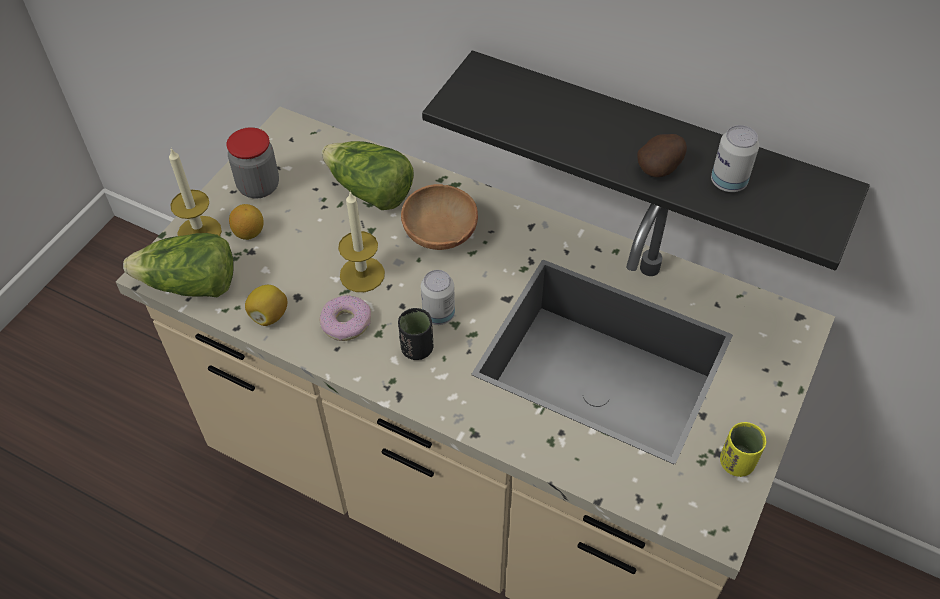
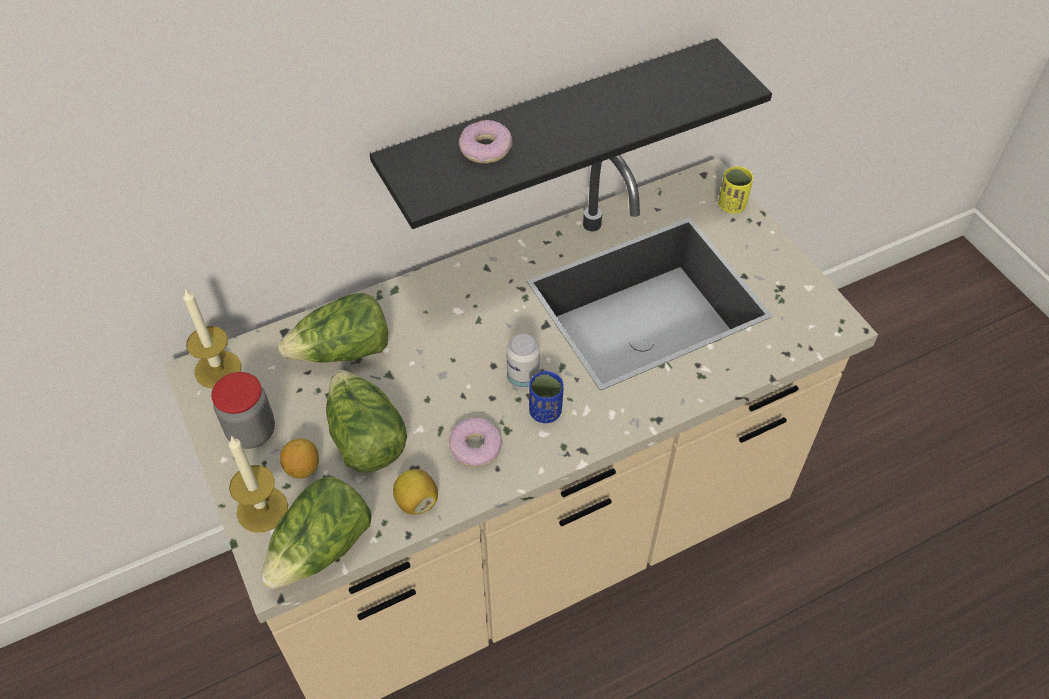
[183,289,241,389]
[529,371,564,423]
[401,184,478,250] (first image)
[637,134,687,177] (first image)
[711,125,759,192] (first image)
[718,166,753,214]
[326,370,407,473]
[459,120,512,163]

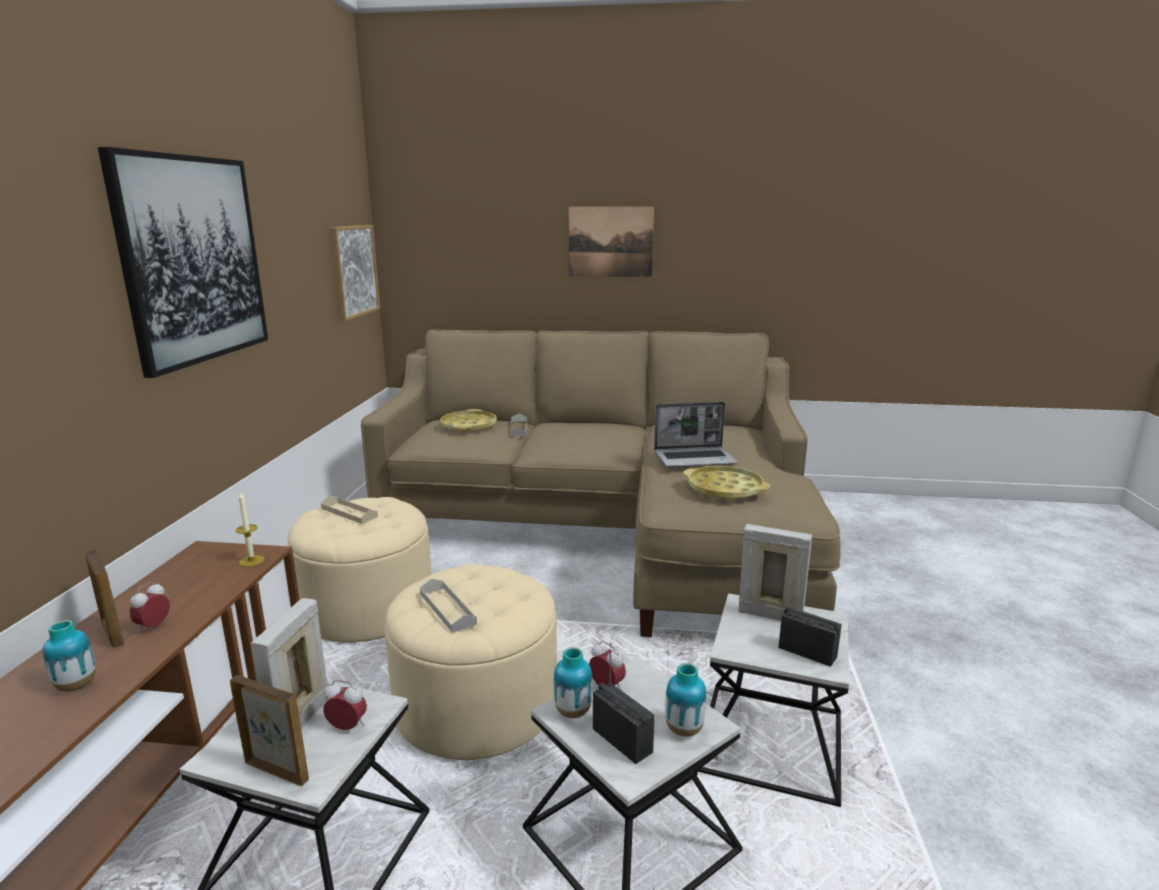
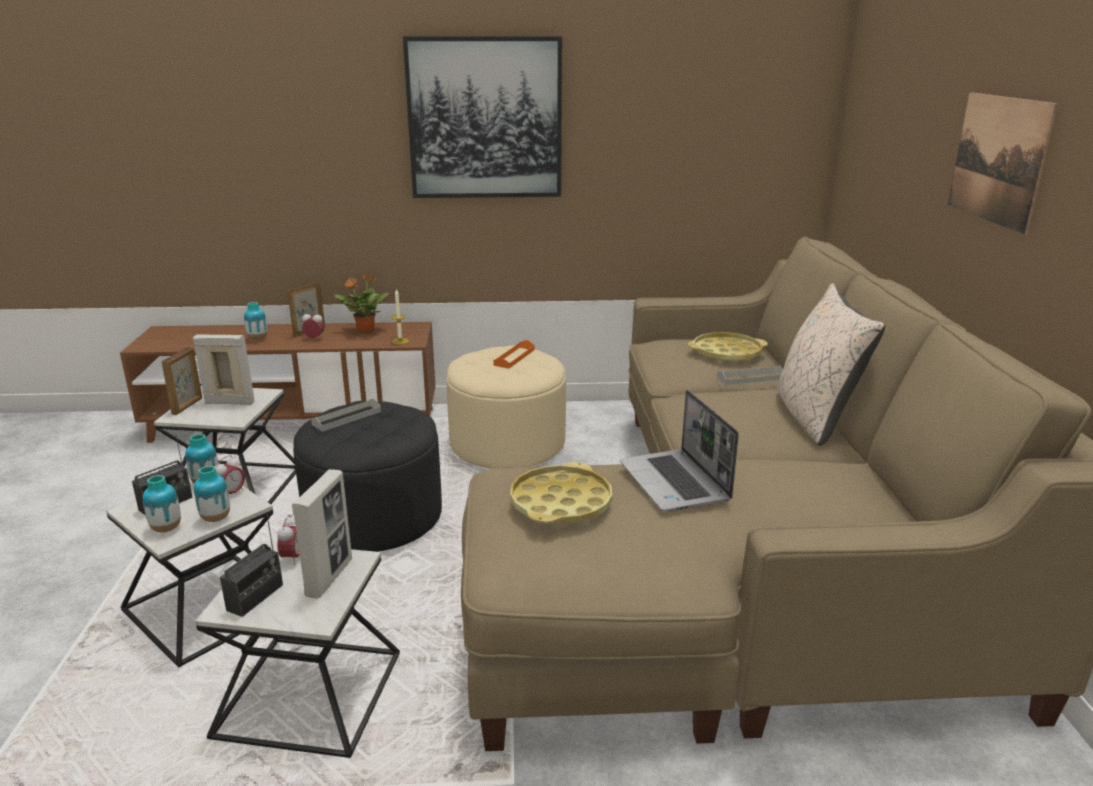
[493,340,535,368]
[277,515,300,565]
[330,225,380,321] (first image)
[293,401,442,552]
[194,466,230,522]
[334,273,389,333]
[777,284,885,446]

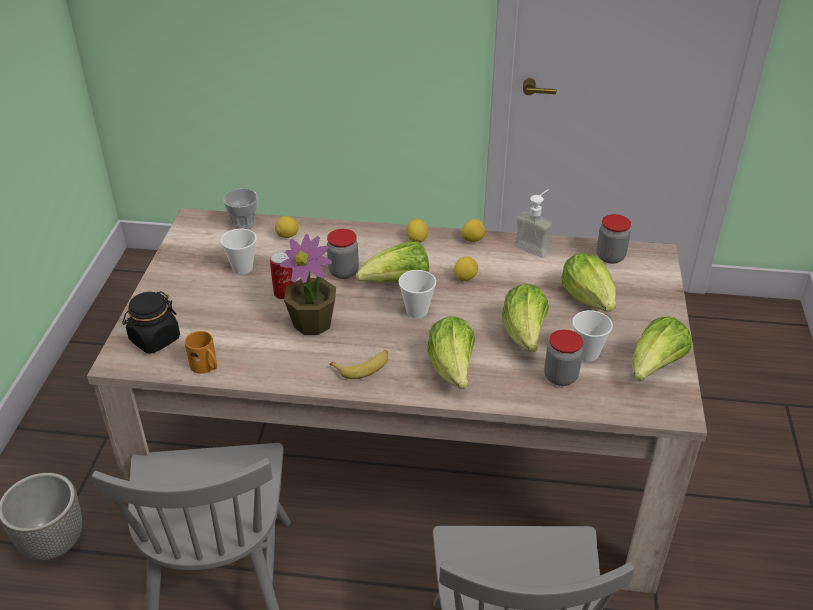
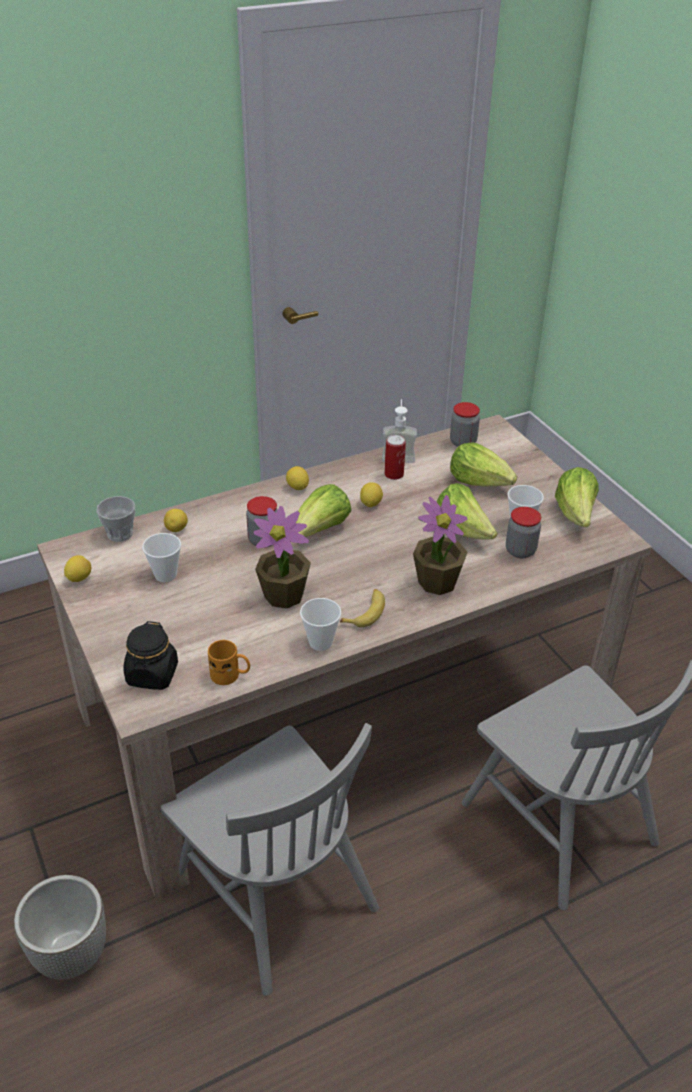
[385,435,406,480]
[300,598,341,651]
[413,495,468,595]
[64,555,91,582]

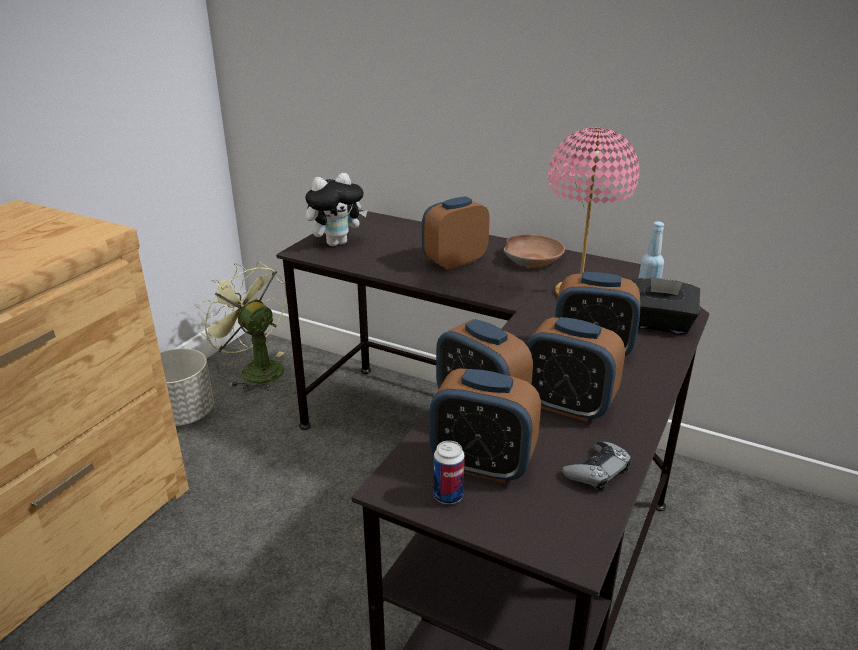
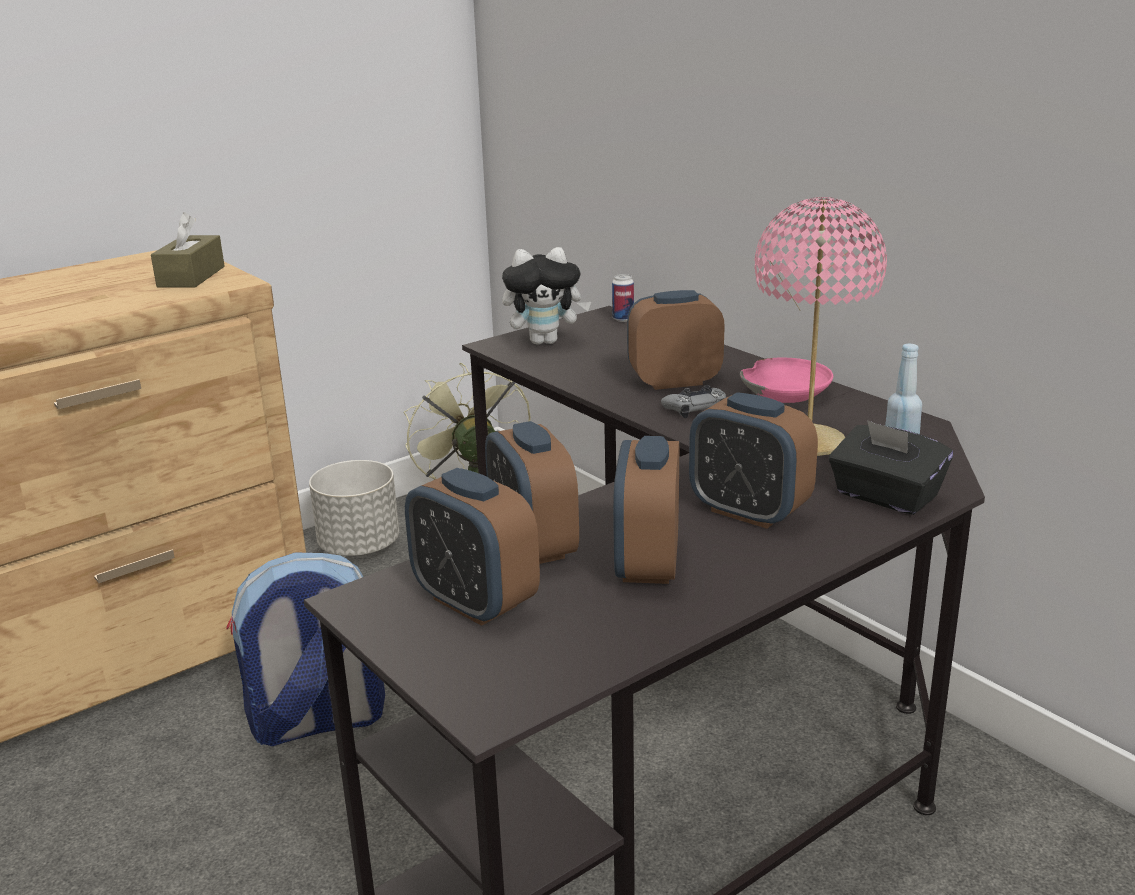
[612,274,634,322]
[740,358,833,403]
[613,436,679,584]
[661,385,726,418]
[151,212,225,288]
[226,552,385,746]

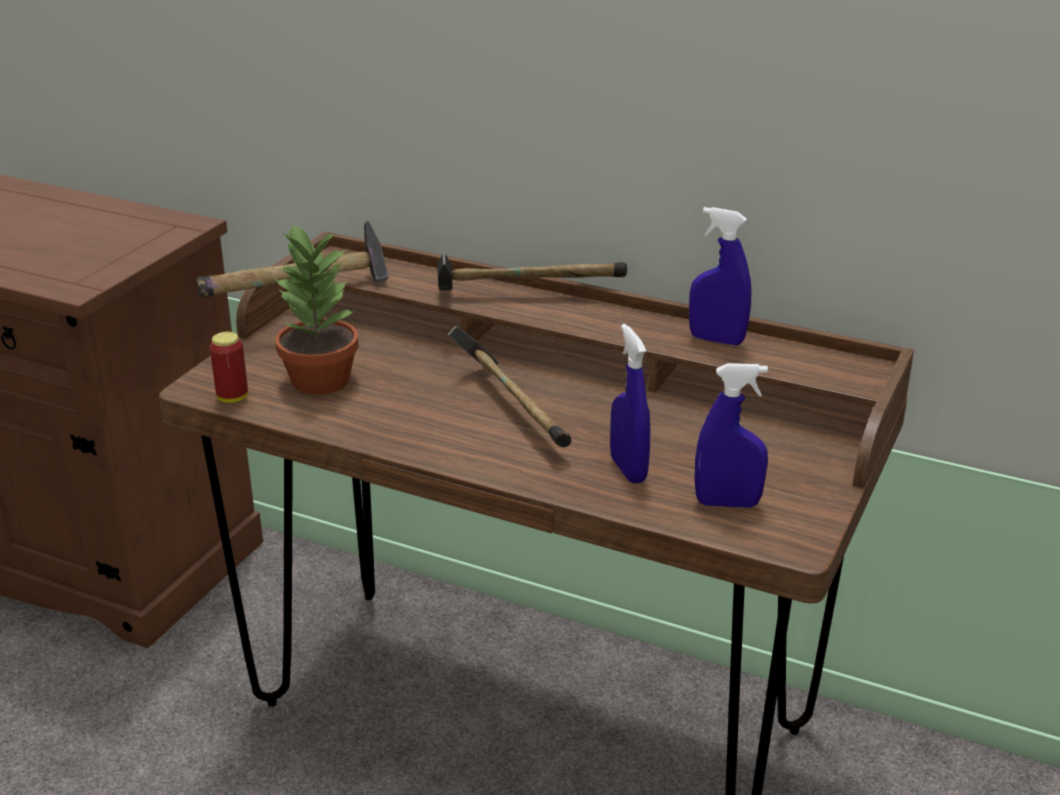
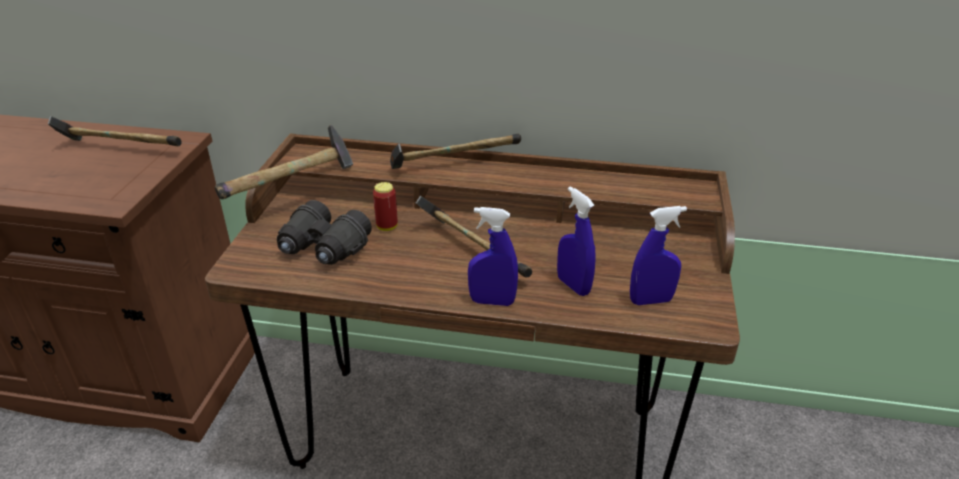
[373,182,398,231]
[277,200,372,265]
[468,207,518,306]
[48,116,182,146]

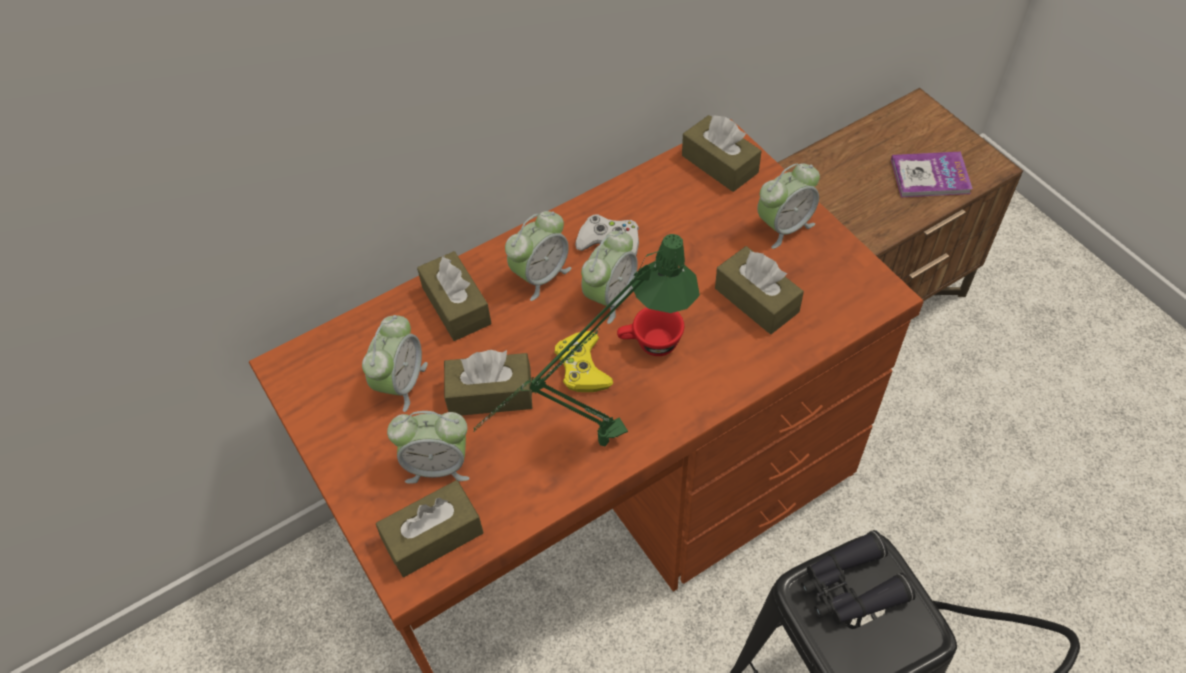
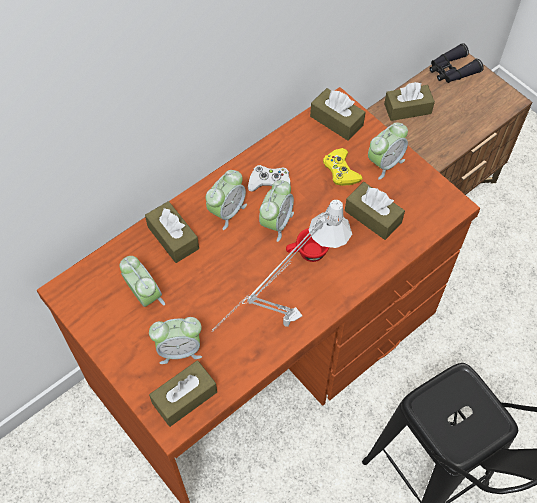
[119,256,165,307]
[384,82,435,121]
[212,200,352,332]
[323,148,363,186]
[430,43,484,83]
[891,152,973,197] (first image)

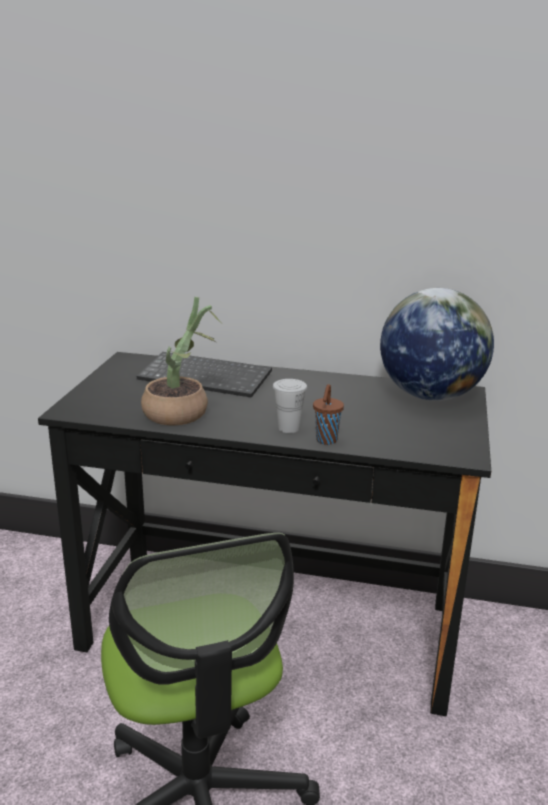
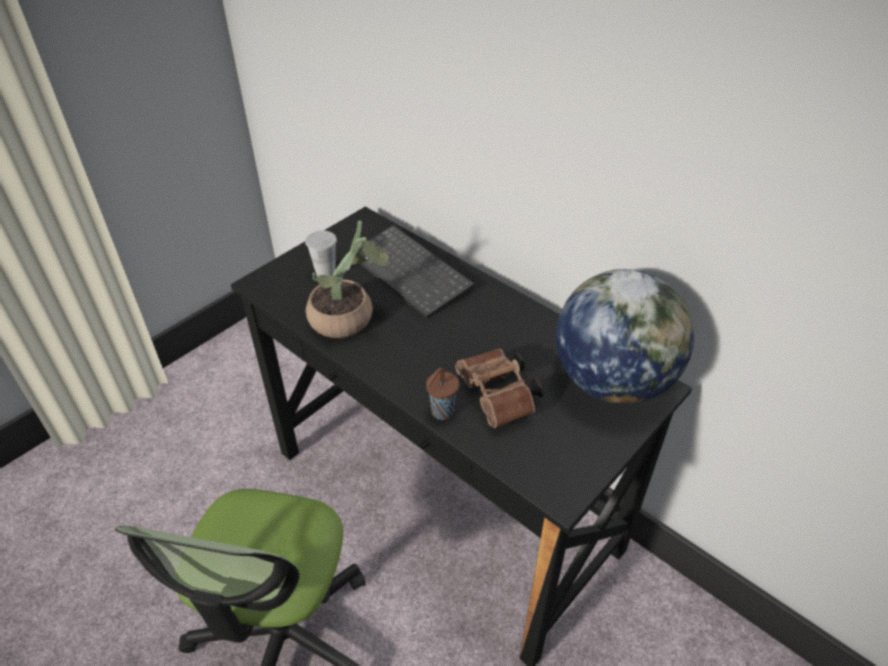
[305,230,337,276]
[455,349,543,428]

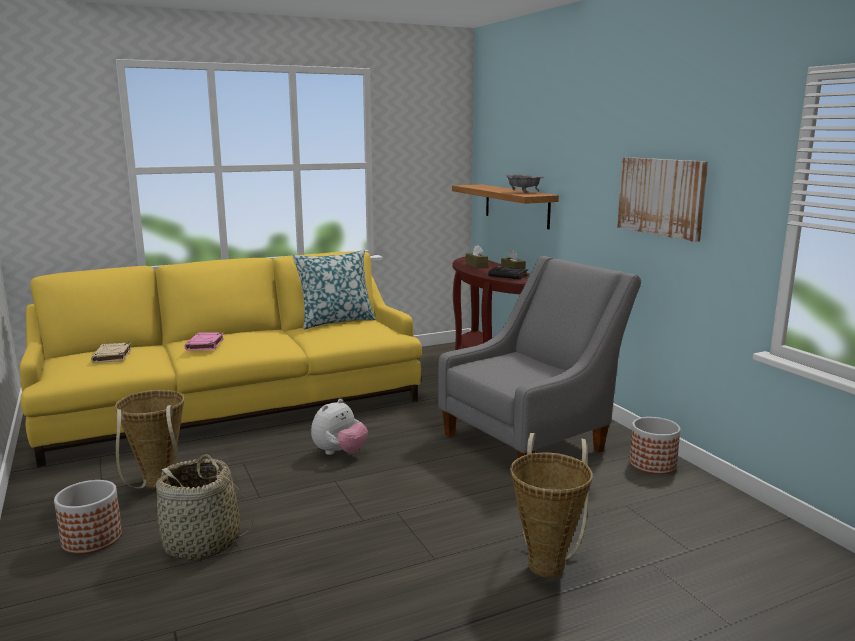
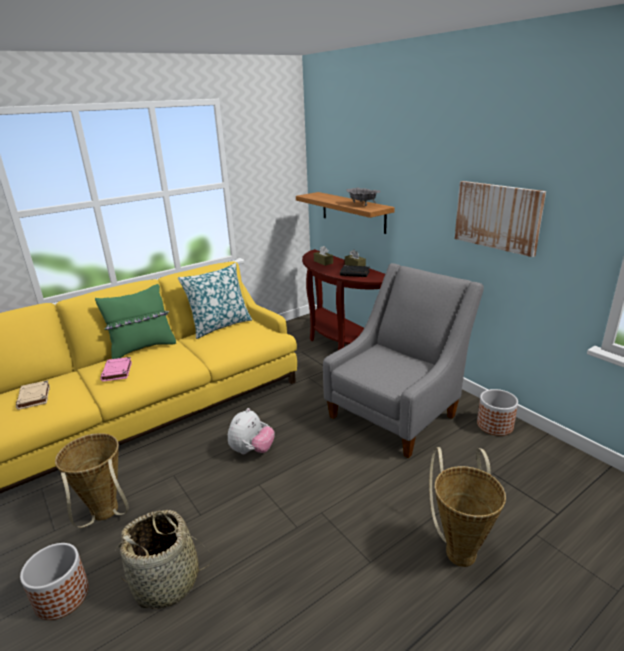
[95,284,176,359]

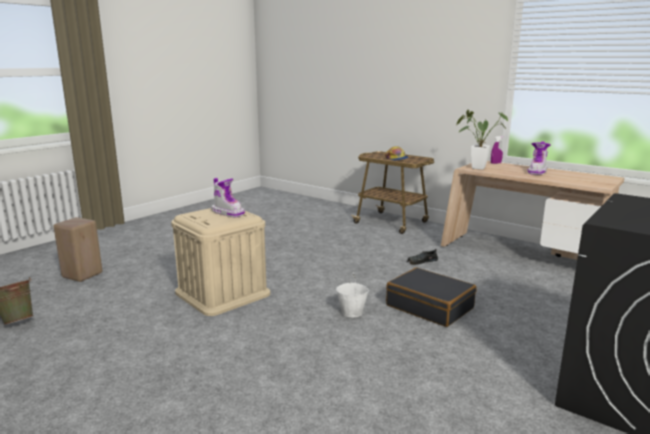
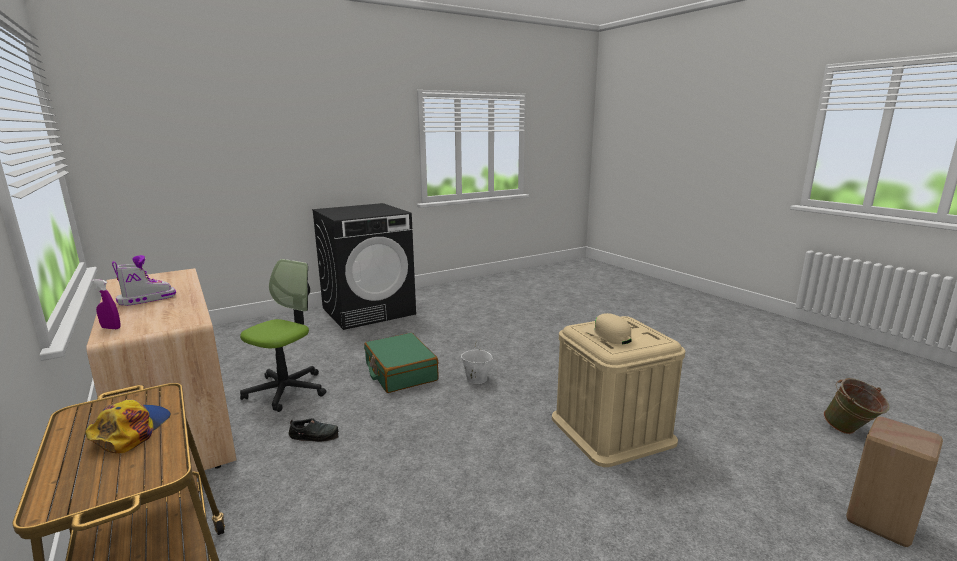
[581,313,632,344]
[364,333,439,393]
[457,110,508,170] (first image)
[240,259,326,412]

